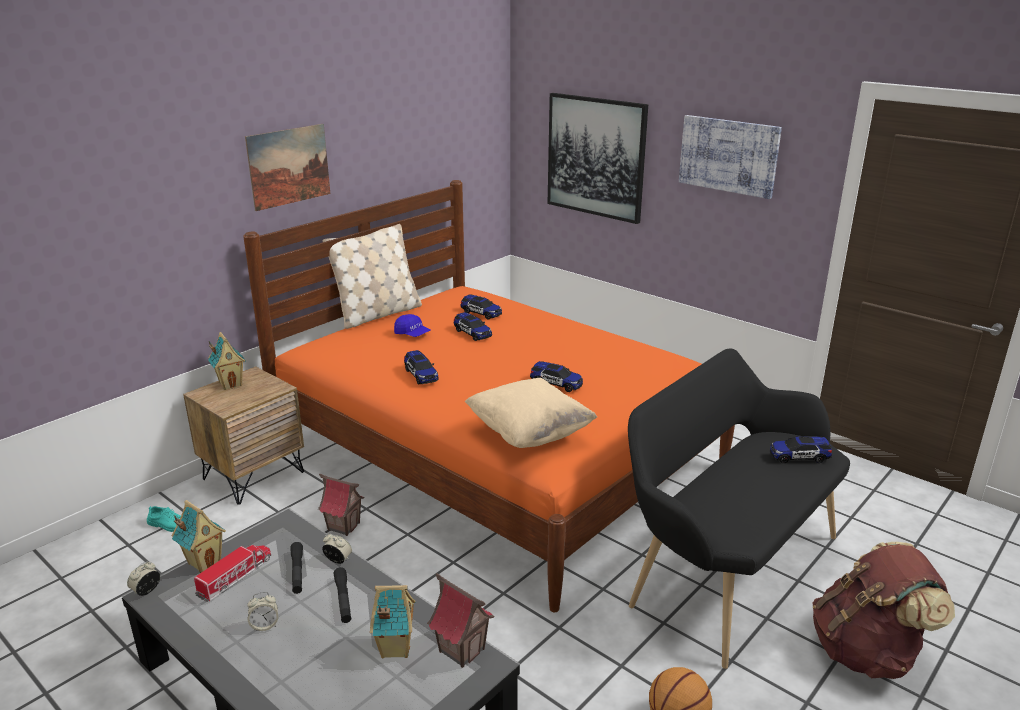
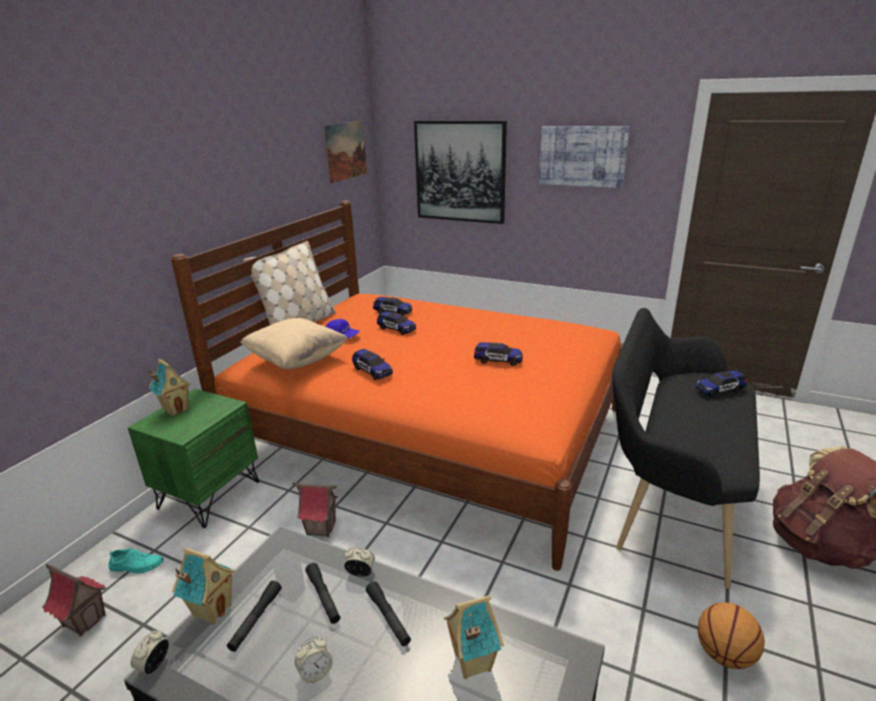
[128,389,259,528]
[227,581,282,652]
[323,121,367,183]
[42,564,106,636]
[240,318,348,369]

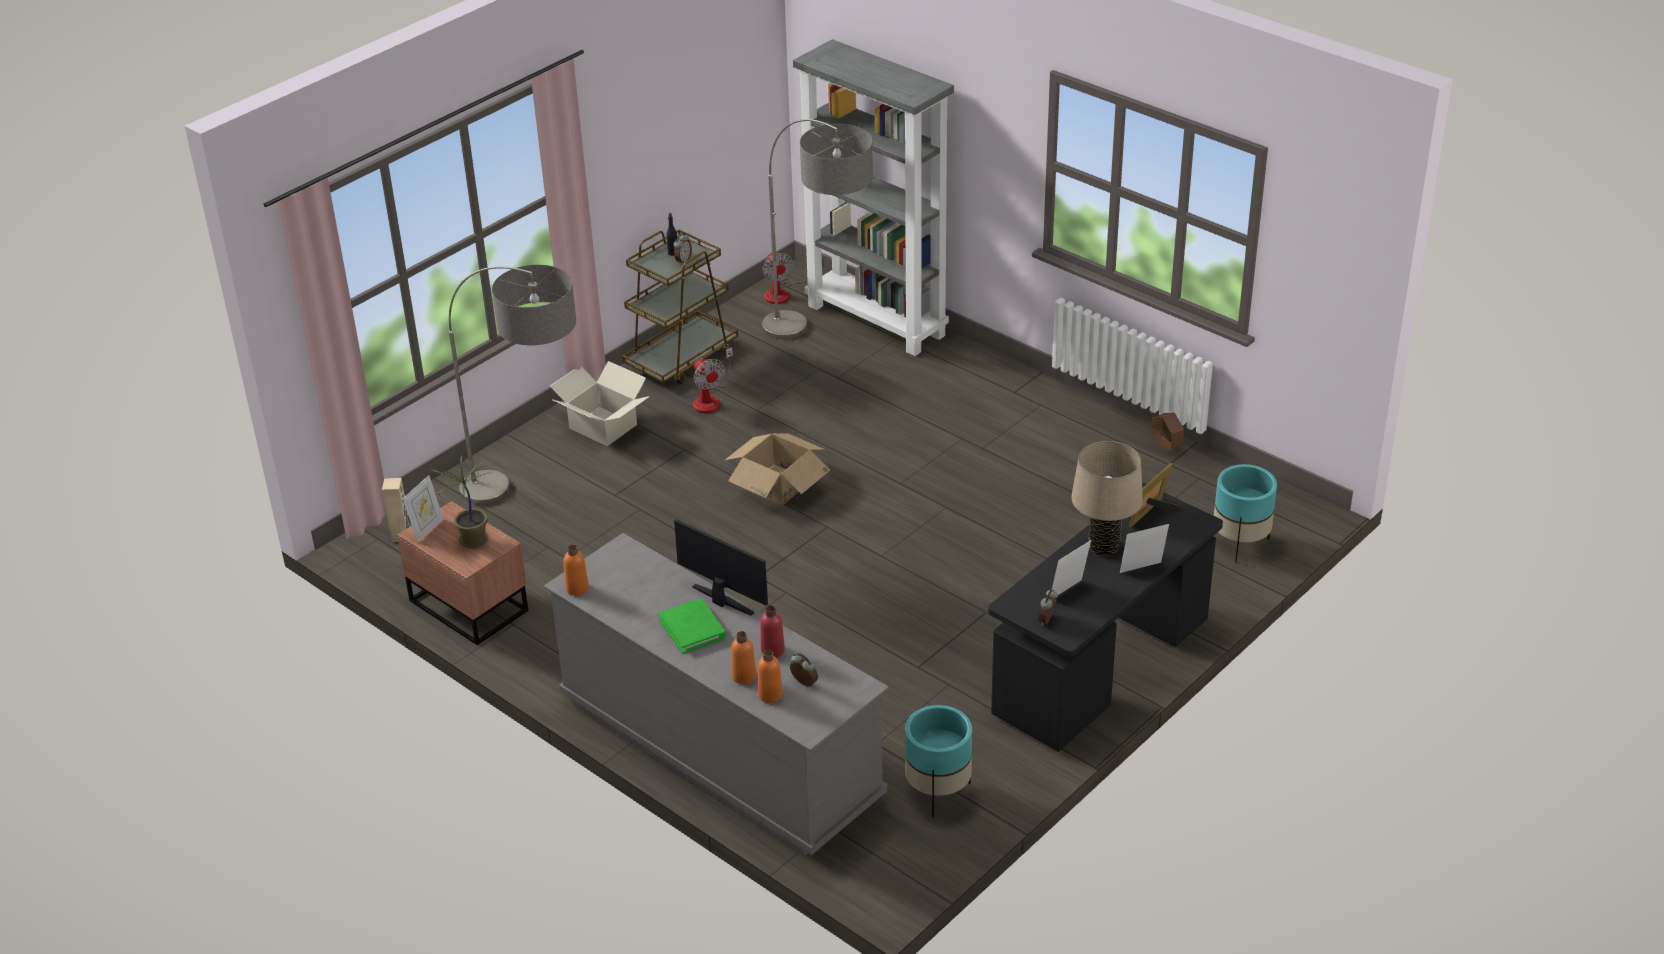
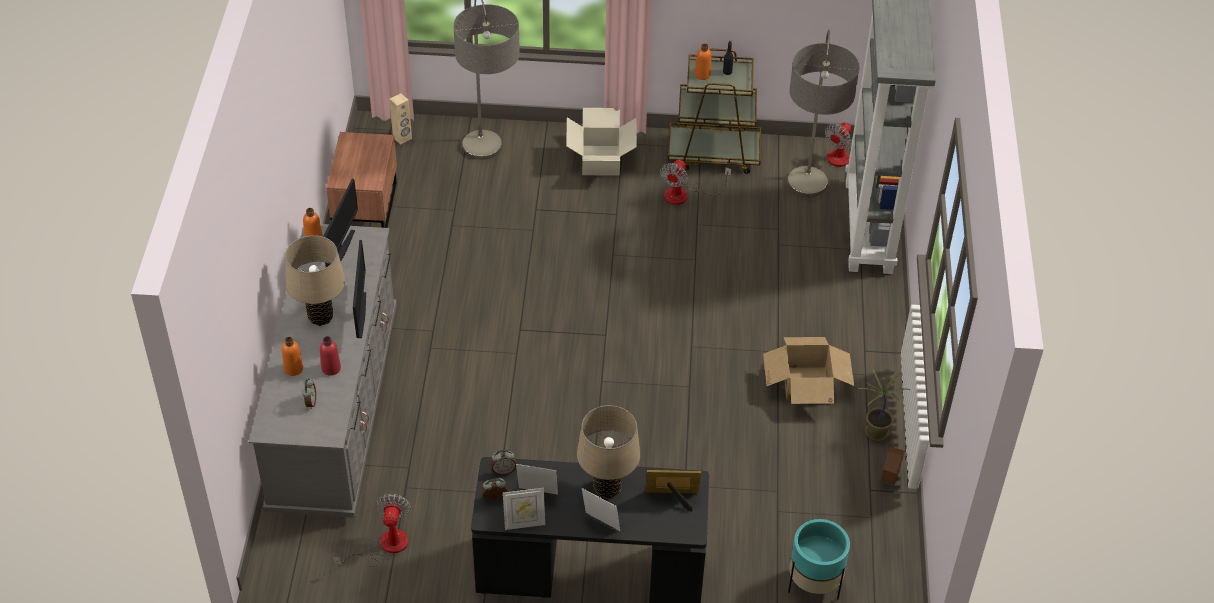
[503,488,545,530]
[858,368,910,441]
[285,235,345,326]
[491,450,516,475]
[763,337,854,404]
[695,44,711,80]
[333,494,411,567]
[323,179,358,267]

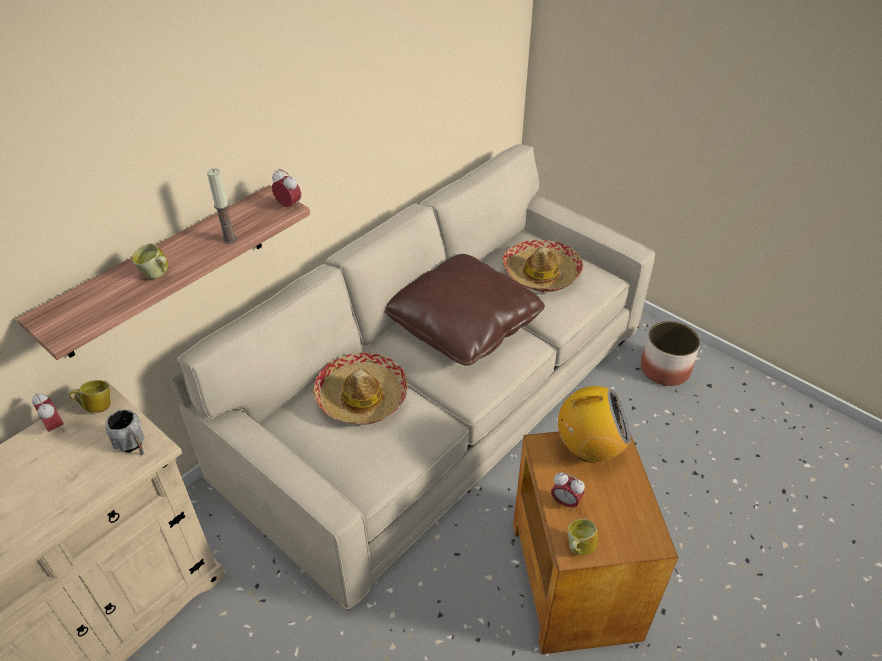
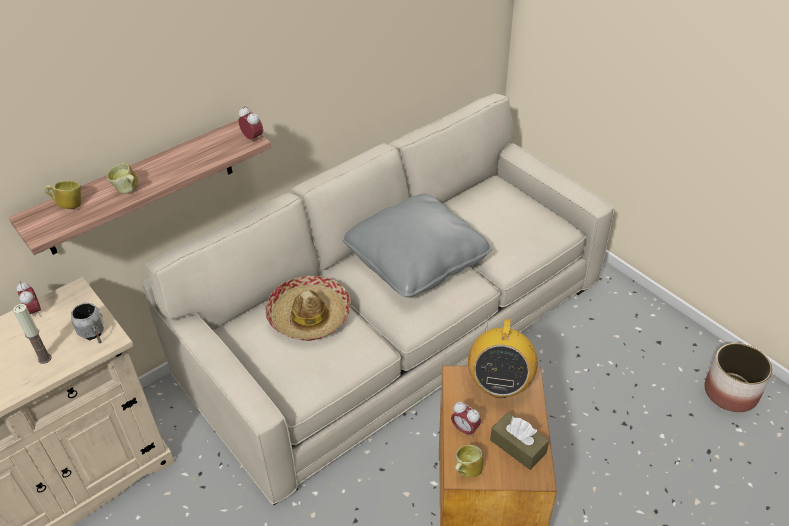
[44,181,81,209]
[13,304,52,364]
[343,194,492,297]
[503,240,583,292] (first image)
[468,319,538,398]
[704,343,772,412]
[490,412,549,470]

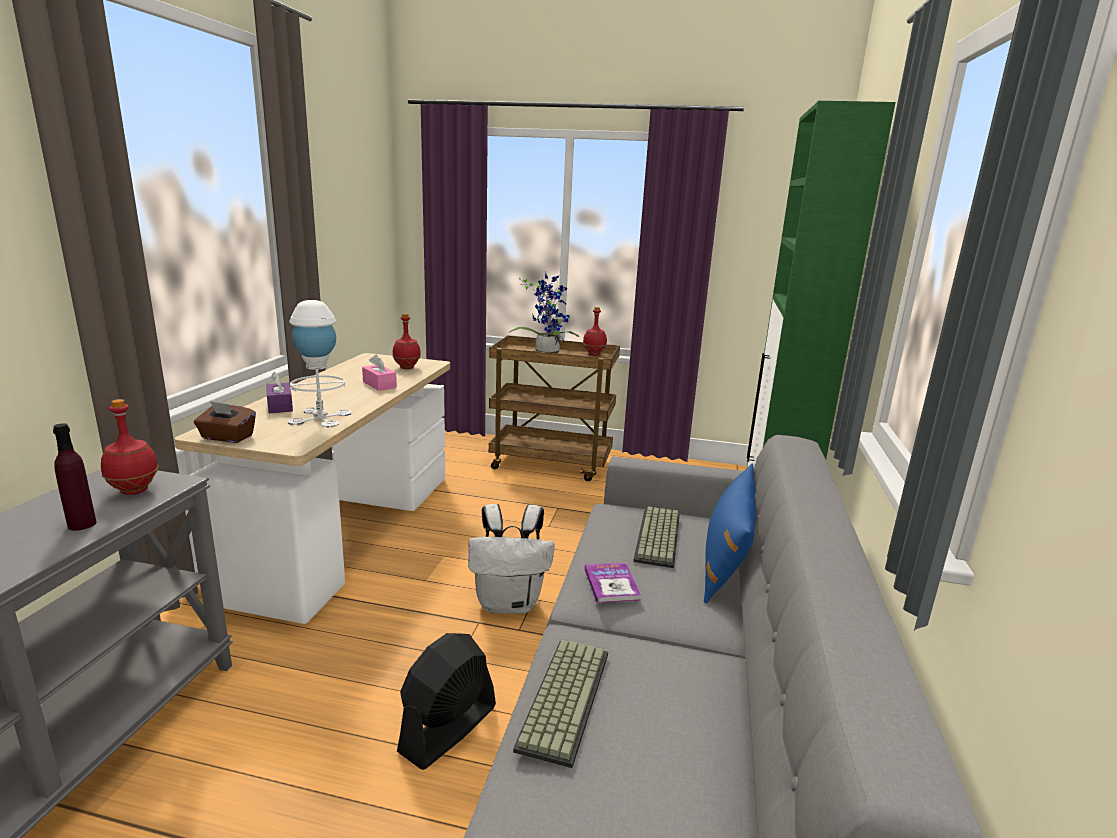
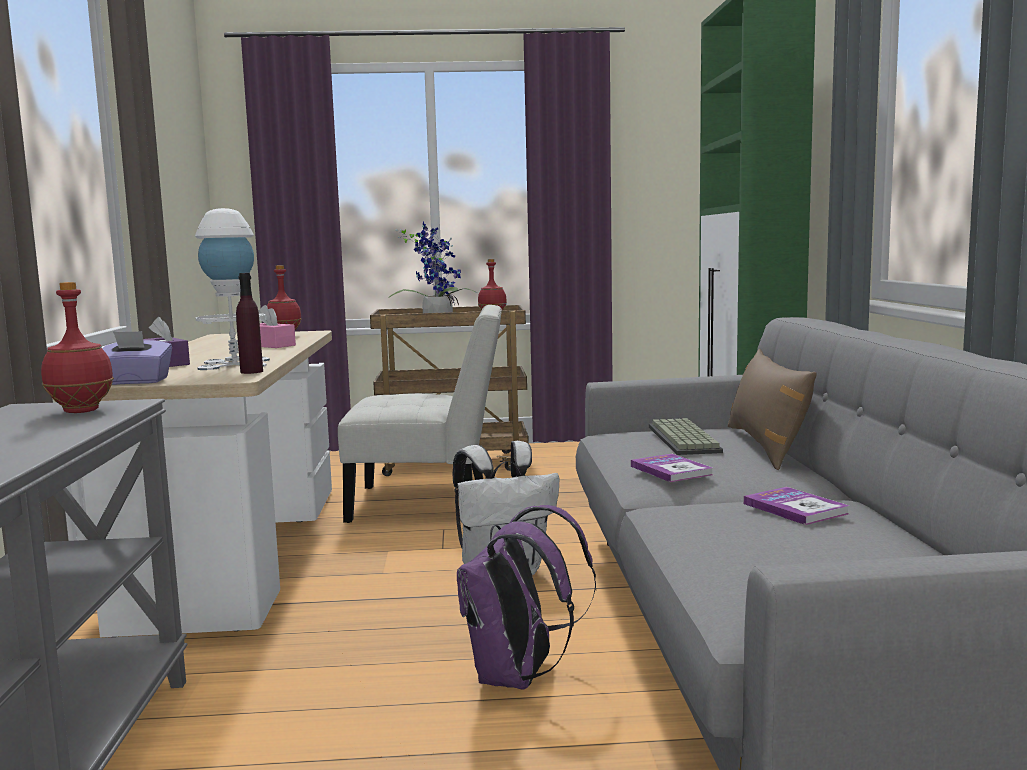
[236,273,263,374]
[102,331,172,385]
[457,505,596,690]
[513,639,608,768] (first image)
[728,349,816,470]
[338,305,502,523]
[744,487,850,525]

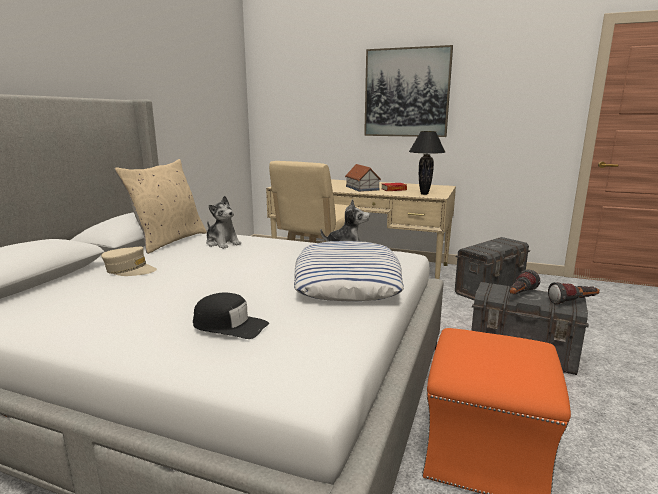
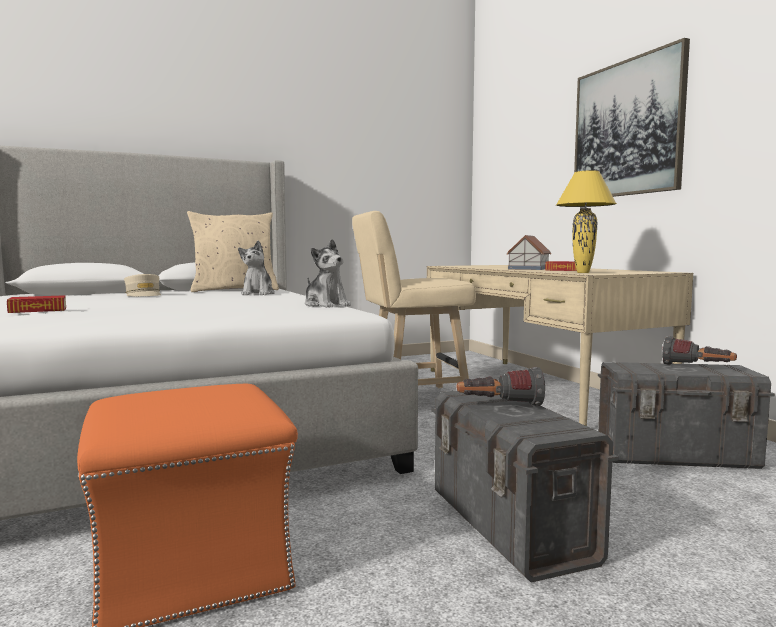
[7,295,66,313]
[294,241,404,301] (first image)
[556,170,617,273]
[662,336,737,365]

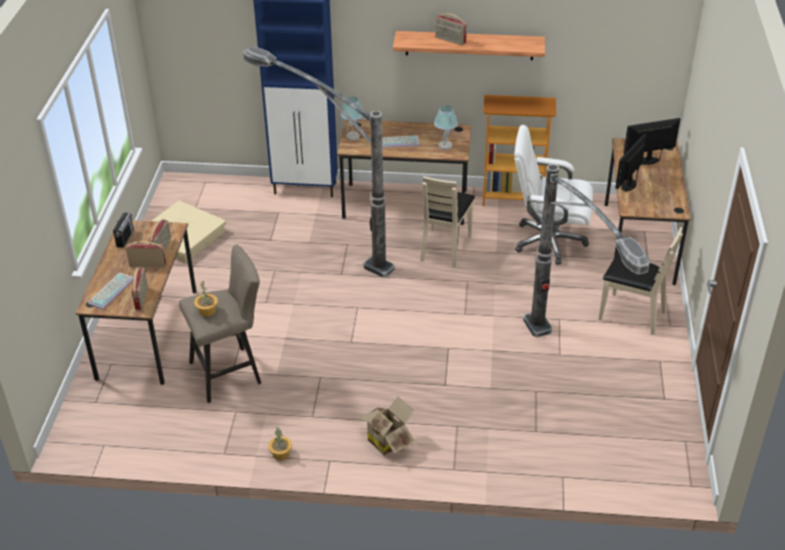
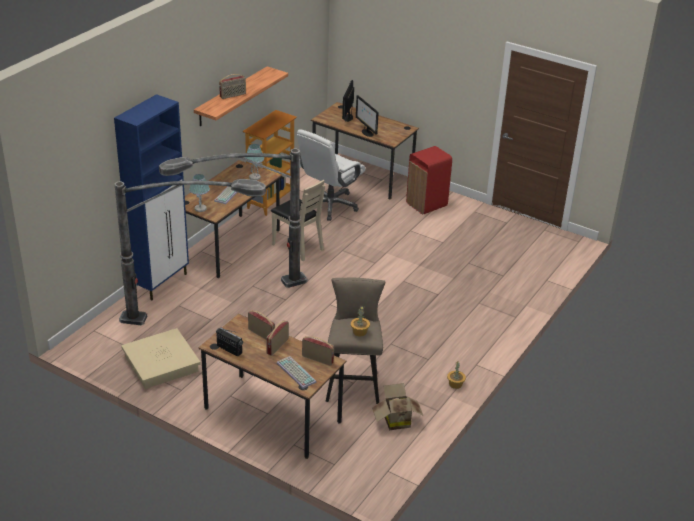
[372,383,424,430]
[115,179,266,325]
[406,146,452,215]

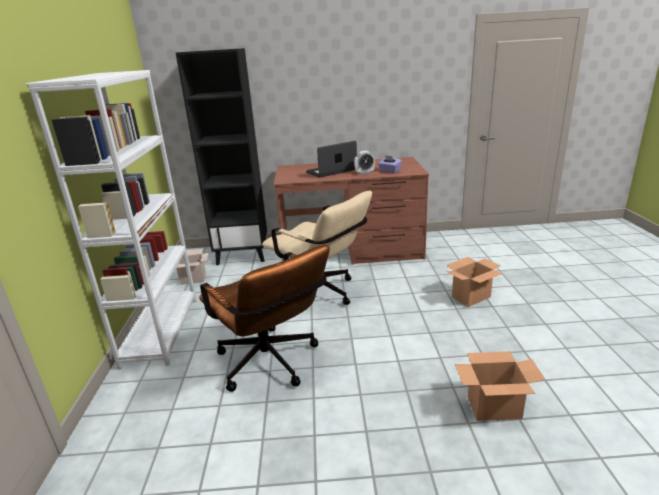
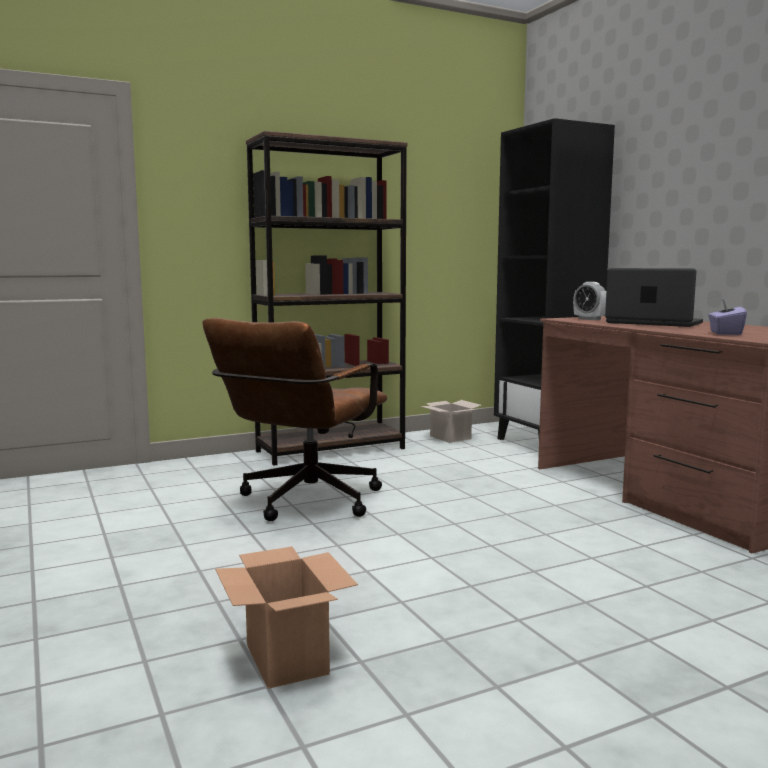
[246,131,407,466]
[262,191,372,305] (first image)
[573,282,606,320]
[446,257,503,307] (first image)

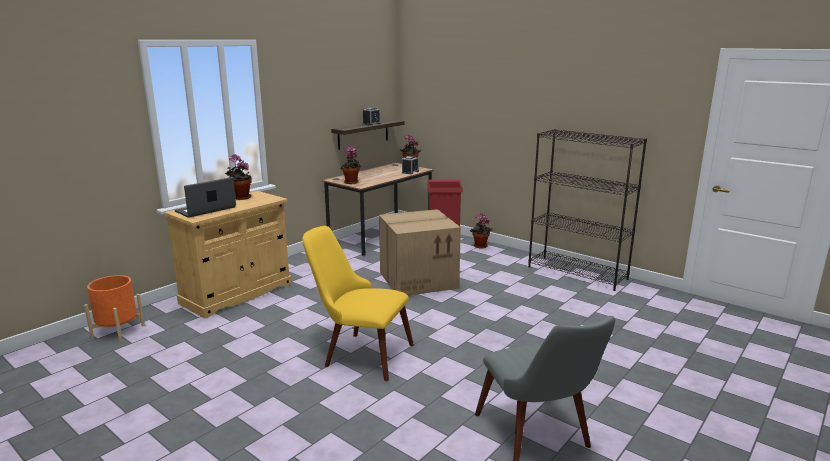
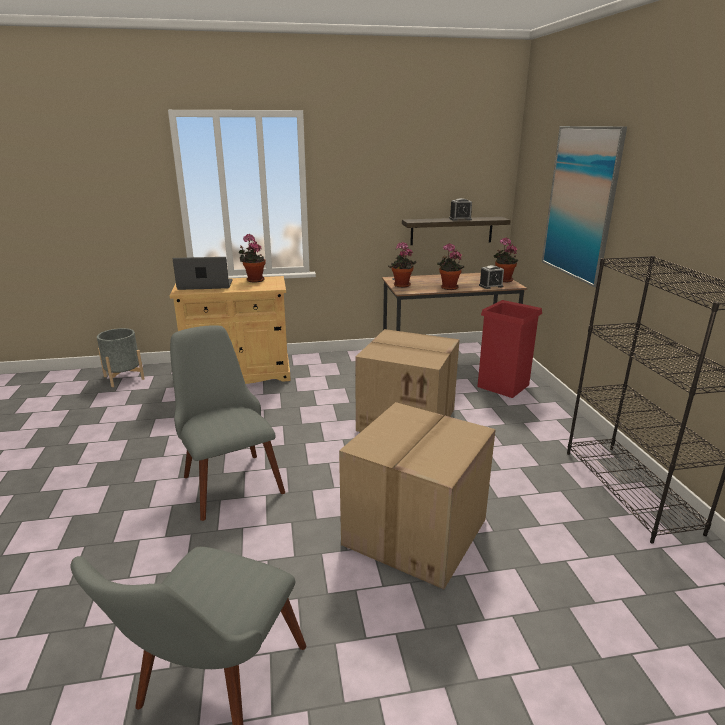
[97,328,145,387]
[170,325,285,521]
[437,243,464,290]
[339,402,496,589]
[542,126,627,287]

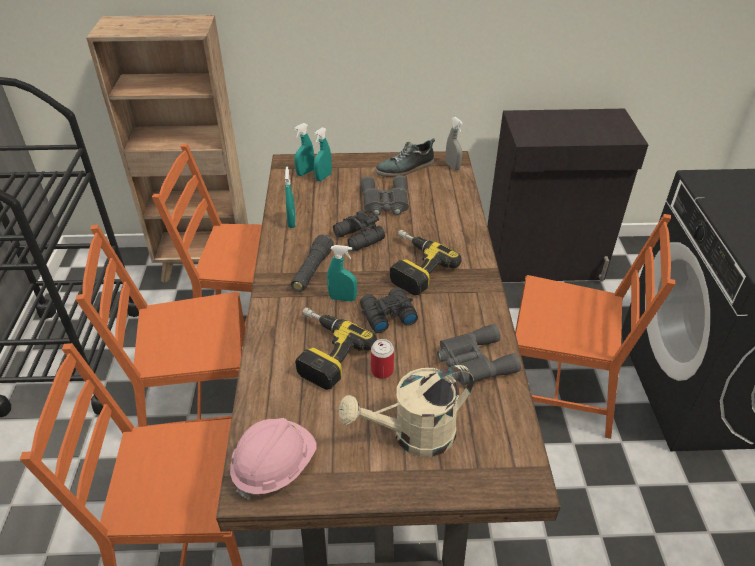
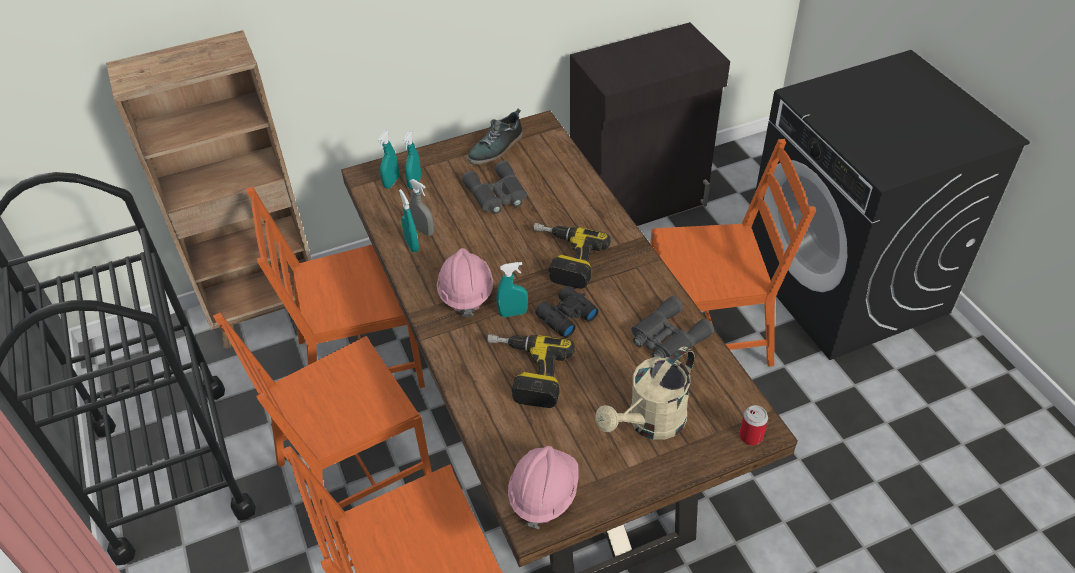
[437,248,493,317]
[333,210,385,251] (first image)
[739,405,768,445]
[409,179,434,236]

